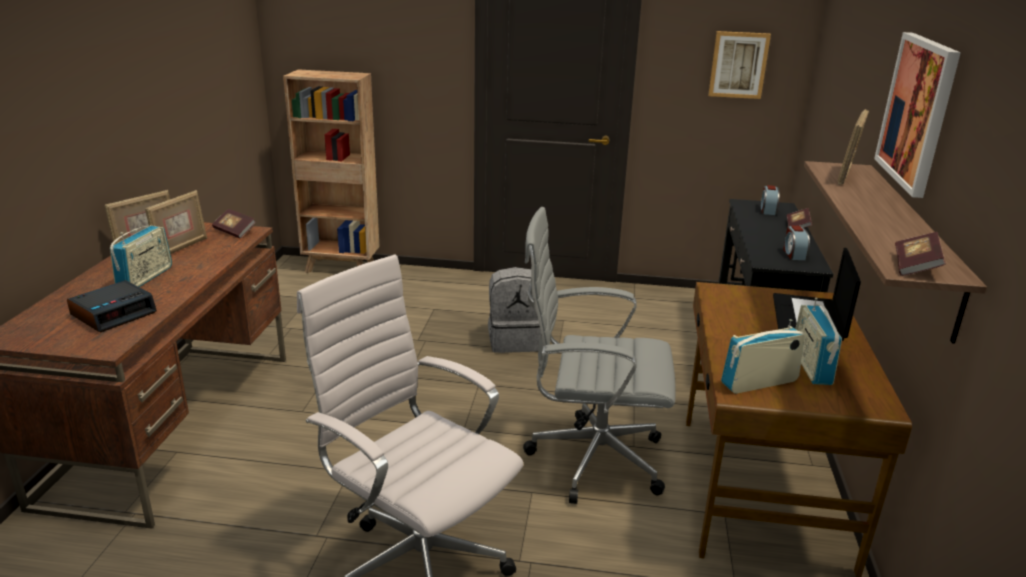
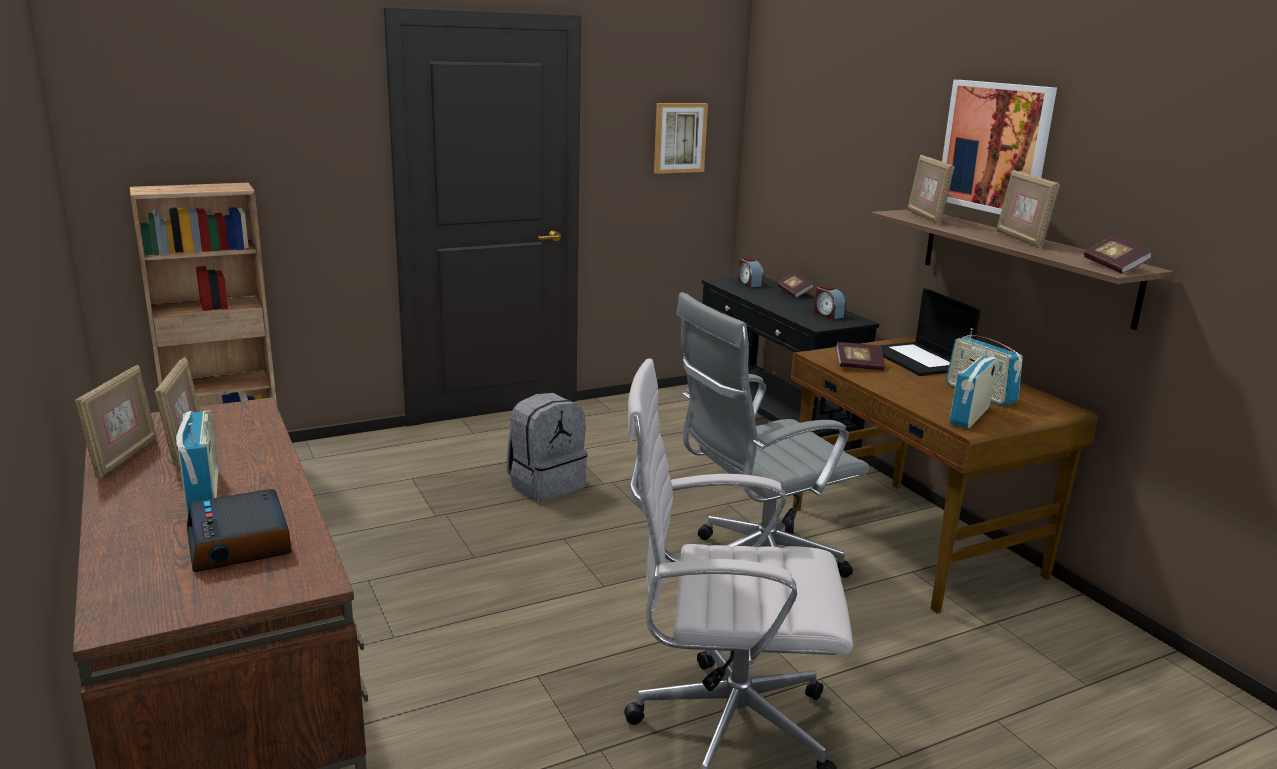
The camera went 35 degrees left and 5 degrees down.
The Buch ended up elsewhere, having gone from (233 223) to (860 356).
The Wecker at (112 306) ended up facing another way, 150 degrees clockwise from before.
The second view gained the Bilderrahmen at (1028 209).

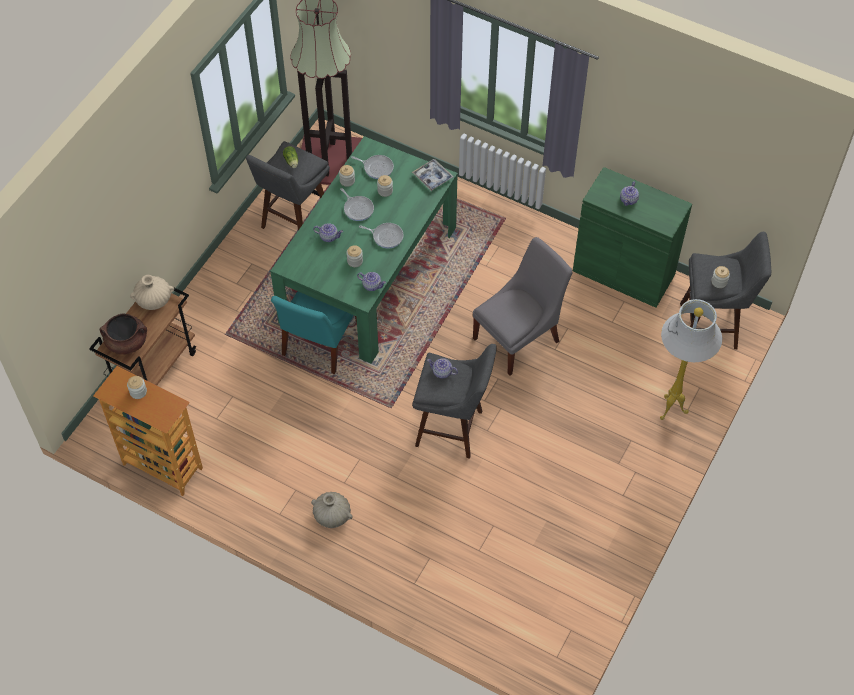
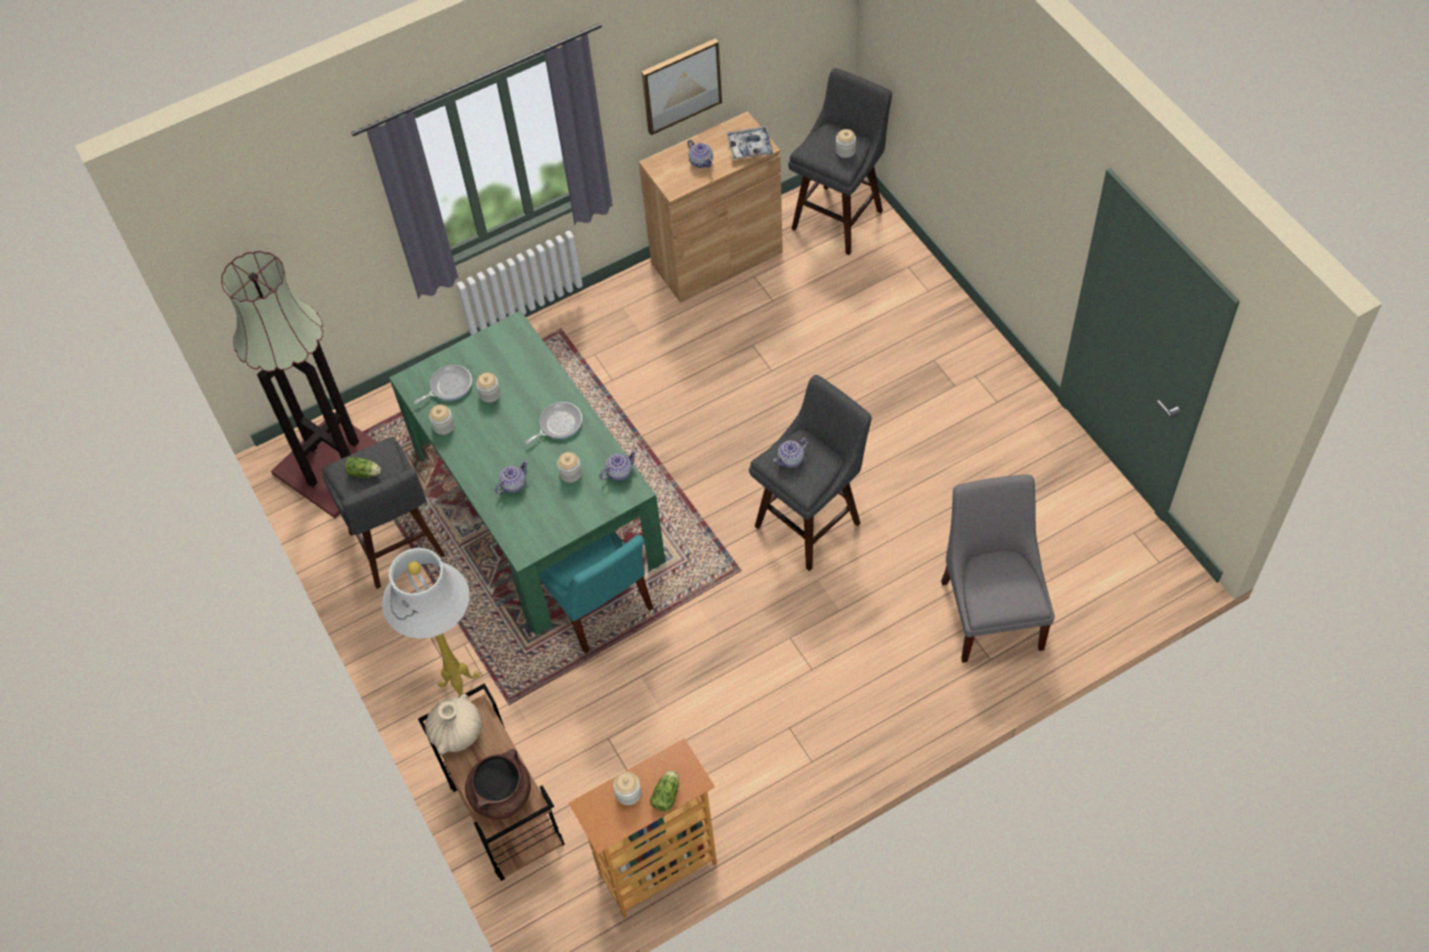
The camera went 55 degrees left and 0 degrees up.
The Tablett ended up elsewhere, having gone from (432 175) to (750 143).
What was the Schrank [grün] at (632 237) turned into the Schrank [braun] at (711 207).
The second view lost the Pfanne at (357 204).
The Stuhl [grau] ended up elsewhere, having gone from (522 306) to (998 568).
The Stehlampe [weiß] ended up elsewhere, having gone from (691 359) to (431 622).
The second view lost the Vase [beige] at (332 510).
The second view gained the Bild at (681 86).
The second view gained the Salatkopf at (664 790).

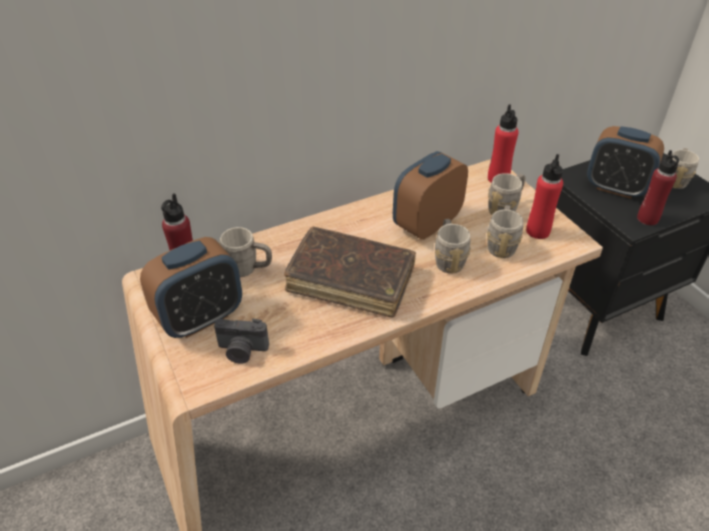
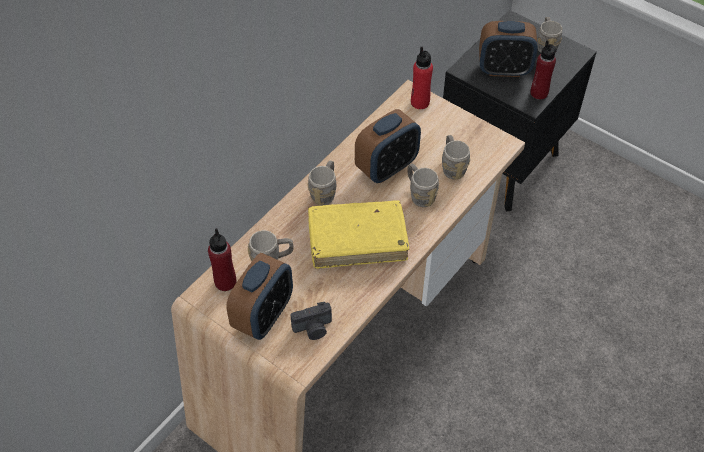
The camera went 25 degrees left and 10 degrees up.
The Wecker at (430 195) ended up facing another way, 150 degrees counterclockwise from before.
The second view lost the Flasche [rot] at (544 196).
The Henkelbecher [grau] ended up elsewhere, having gone from (506 194) to (321 182).
What was the Buch [braun] at (350 272) turned into the Buch [gelb] at (358 234).

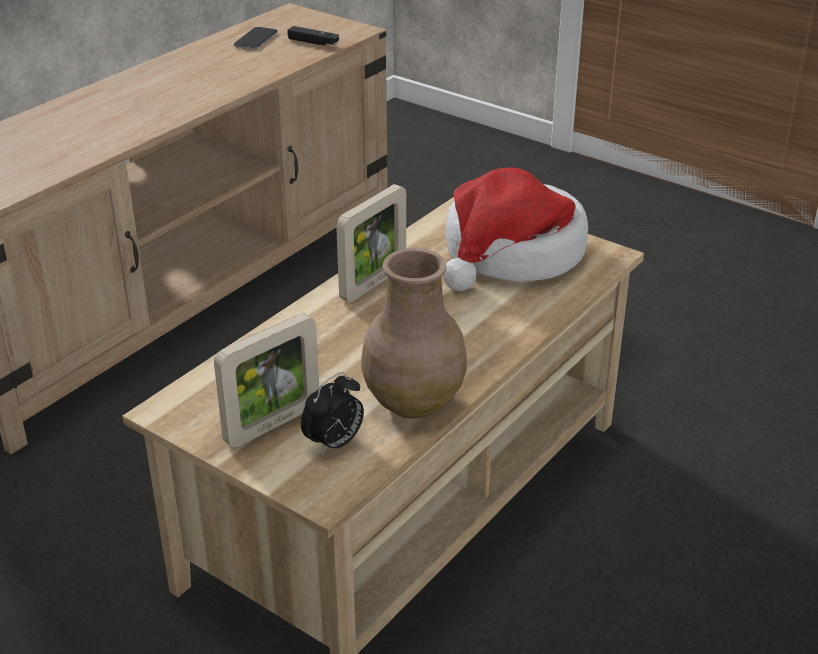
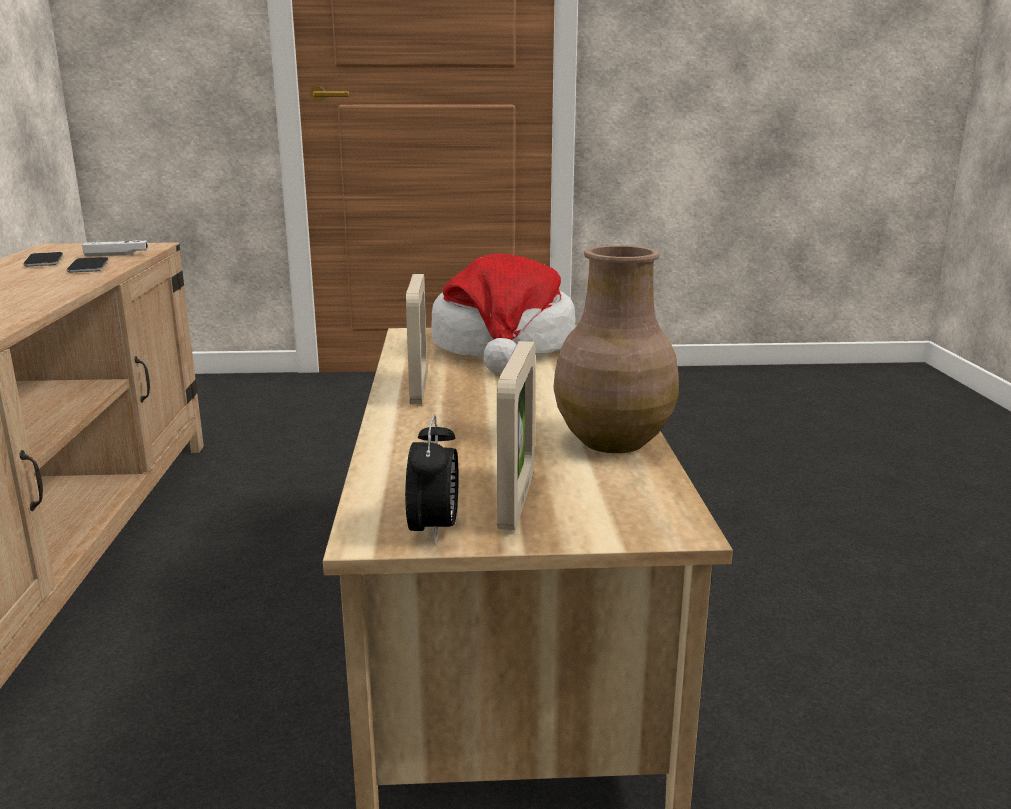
The camera went 40 degrees left and 15 degrees down.
What was the Gamepad [schwarz] at (313 36) turned into the Gamepad [weiß] at (115 248).
The Wecker ended up elsewhere, having gone from (332 413) to (431 479).
The second view gained the Handy at (88 264).

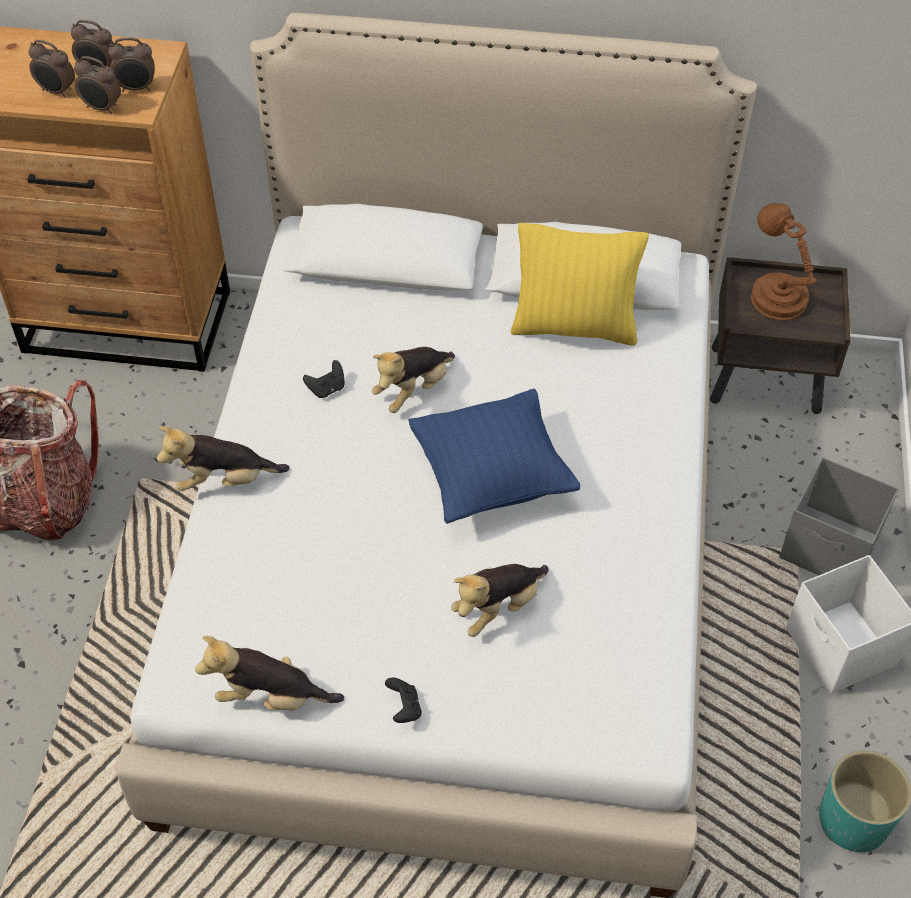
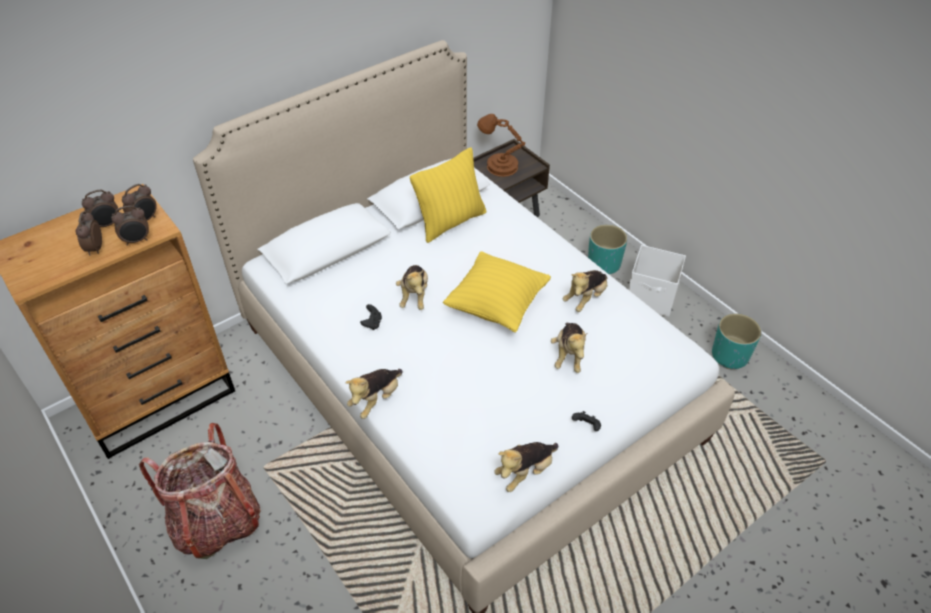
The camera went 45 degrees left and 5 degrees down.
The Wecker at (51 69) ended up facing another way, 105 degrees clockwise from before.
What was the Kissen [blau] at (494 456) turned into the Kissen [gelb] at (497 291).
Where the Aufbewahrungsbox [grau] stood at (839 516), the Pflanzkübel [türkis] came to stand at (608 249).
The second view gained the Plüschtier at (584 291).

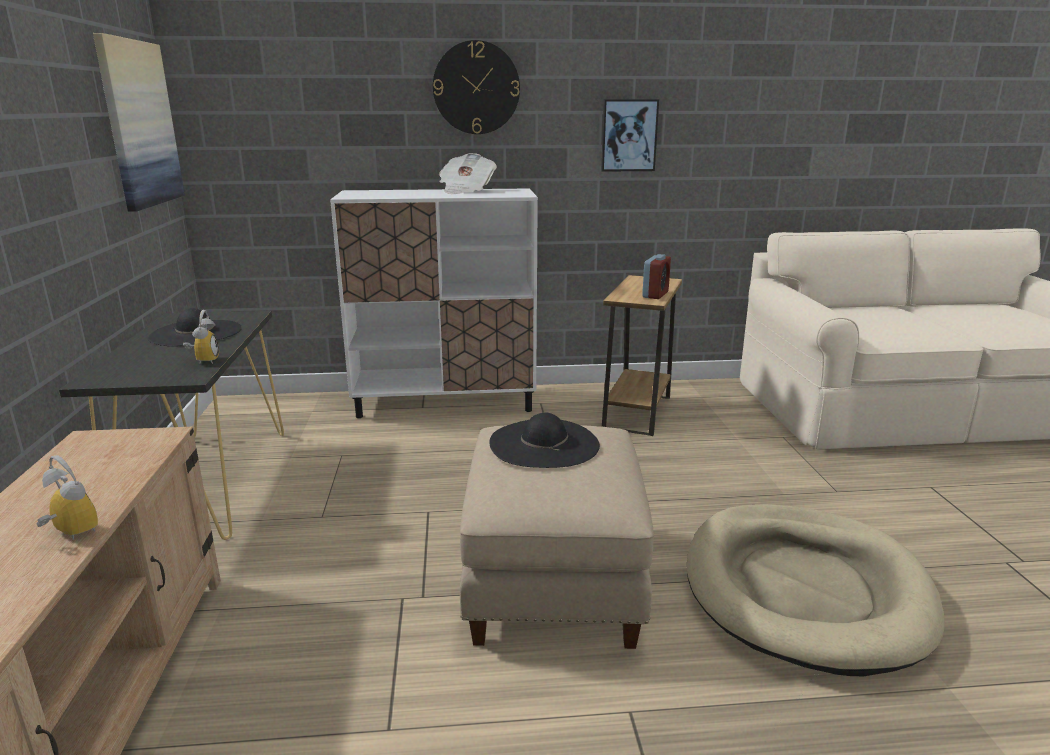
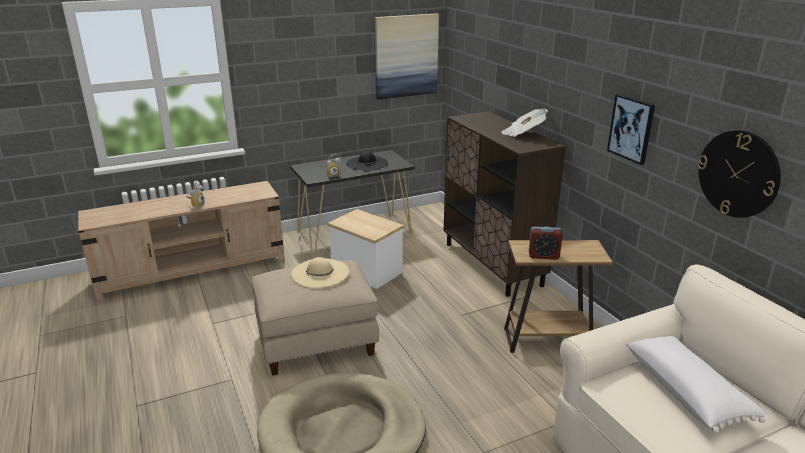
The camera went 70 degrees right and 5 degrees up.
The Wanduhr ended up elsewhere, having gone from (476 87) to (739 174).
What was the Schrank [weiß] at (434 303) turned into the Schrank [braun] at (505 204).
What was the Hut [schwarz] at (544 440) turned into the Hut [beige] at (320 272).
The second view gained the Beistelltisch at (365 249).
The second view gained the Kissen [weiß] at (696 384).

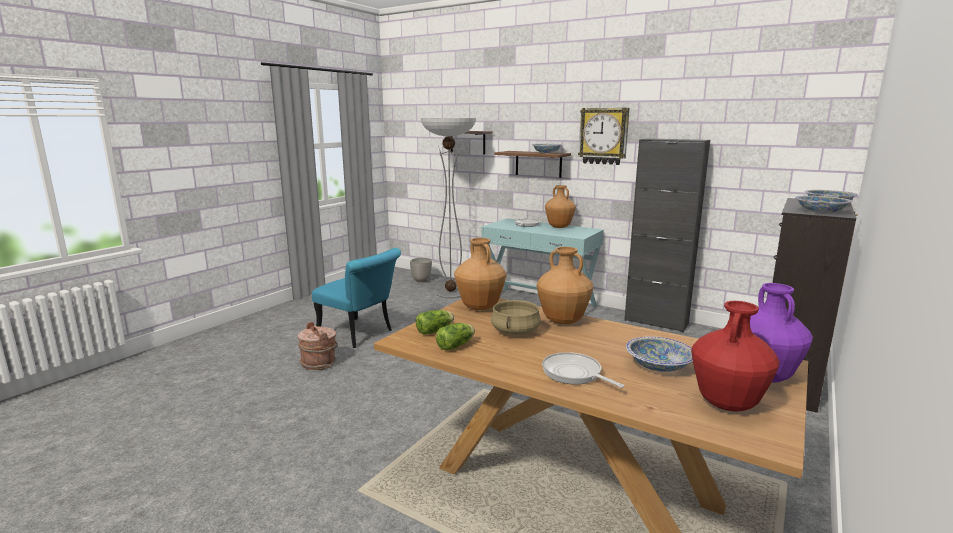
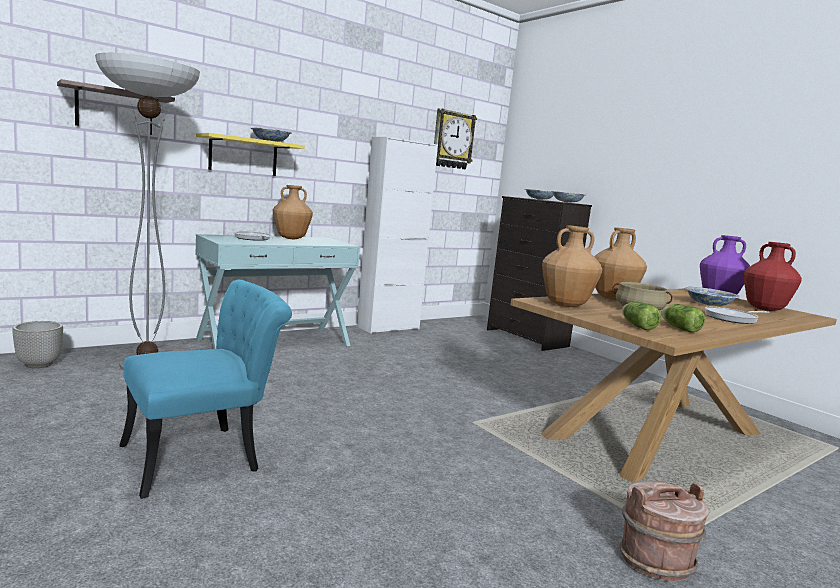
The camera went 70 degrees left and 5 degrees down.
The Wanduhr ended up elsewhere, having gone from (603 136) to (455 138).
What was the Schrank [schwarz] at (667 235) turned into the Schrank [weiß] at (397 235).
What was the Wandregal [braun] at (533 164) turned into the Wandregal [gelb] at (250 154).
The Eimer [braun] ended up elsewhere, having gone from (318 346) to (664 531).

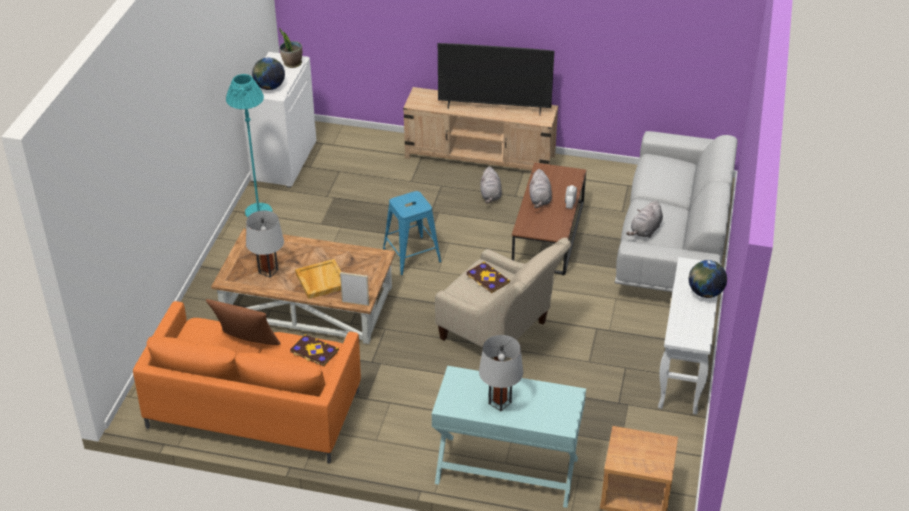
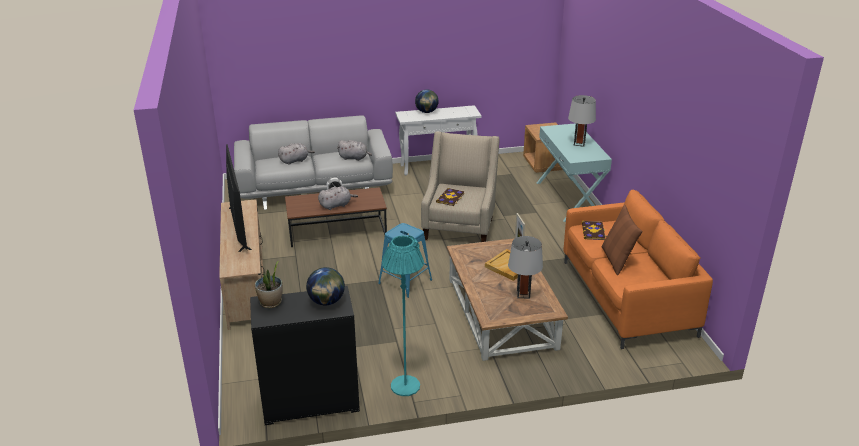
The camera went 115 degrees left and 10 degrees down.
What was the Schrank [weiß] at (279 120) turned into the Schrank [schwarz] at (305 355).
The Plüschtier [grau] ended up elsewhere, having gone from (491 185) to (296 154).

